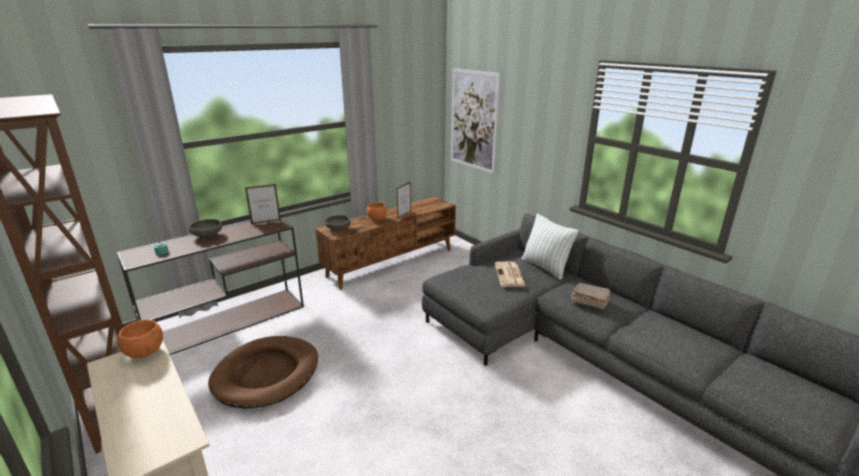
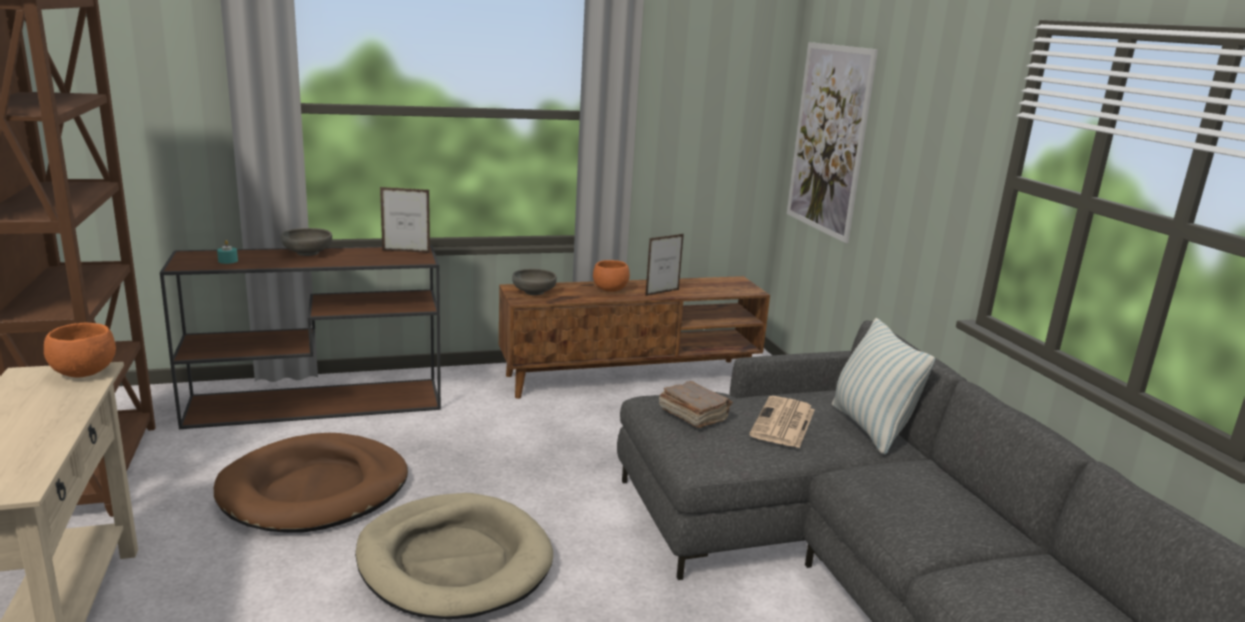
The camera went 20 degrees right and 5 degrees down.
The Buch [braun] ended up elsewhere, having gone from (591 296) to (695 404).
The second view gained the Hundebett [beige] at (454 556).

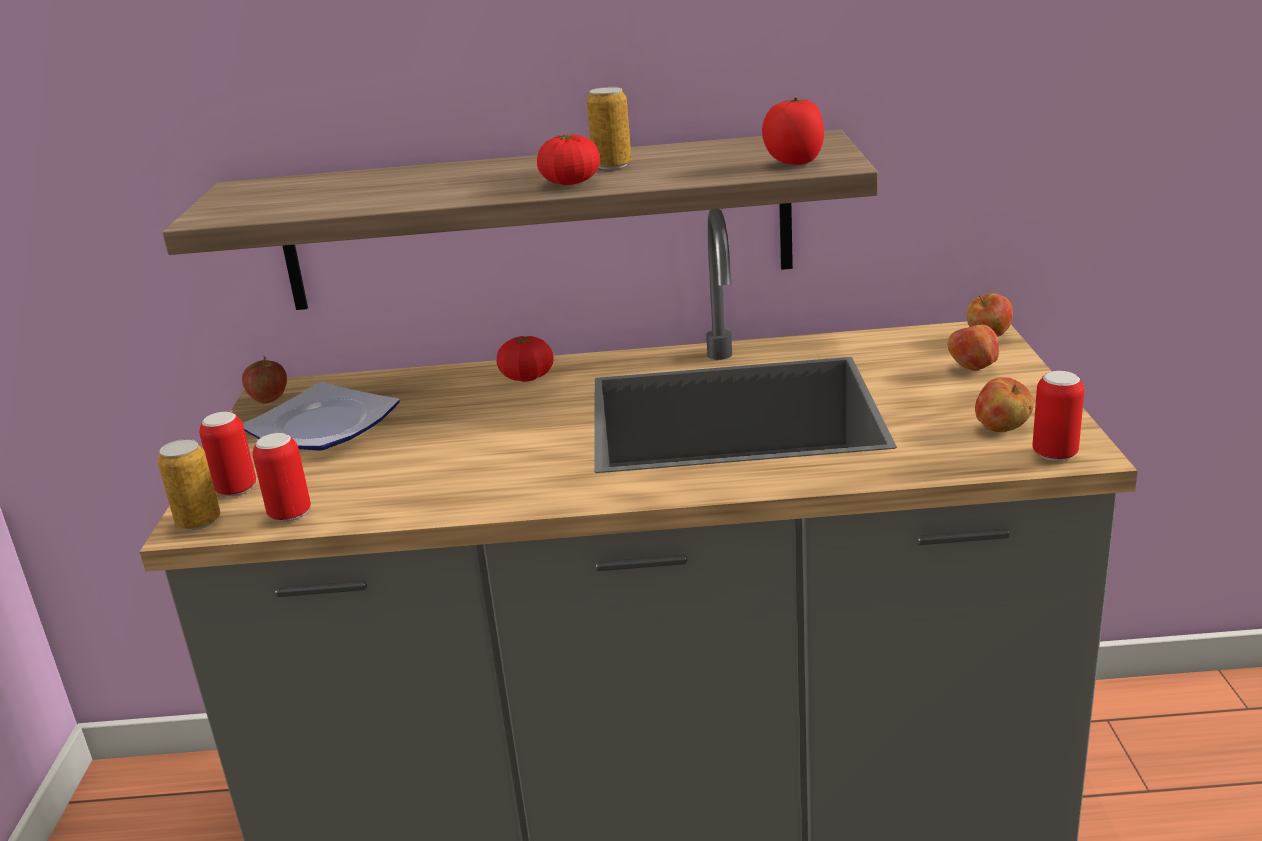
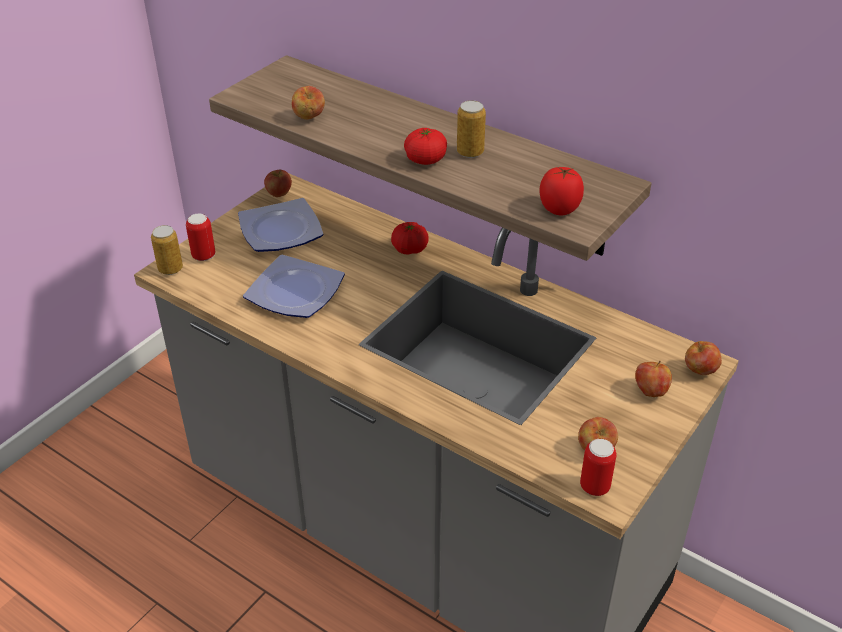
The camera went 35 degrees right and 15 degrees up.
The second view lost the Dose at (282 477).
The second view gained the Apfel at (308 103).
The second view gained the Teller at (294 286).

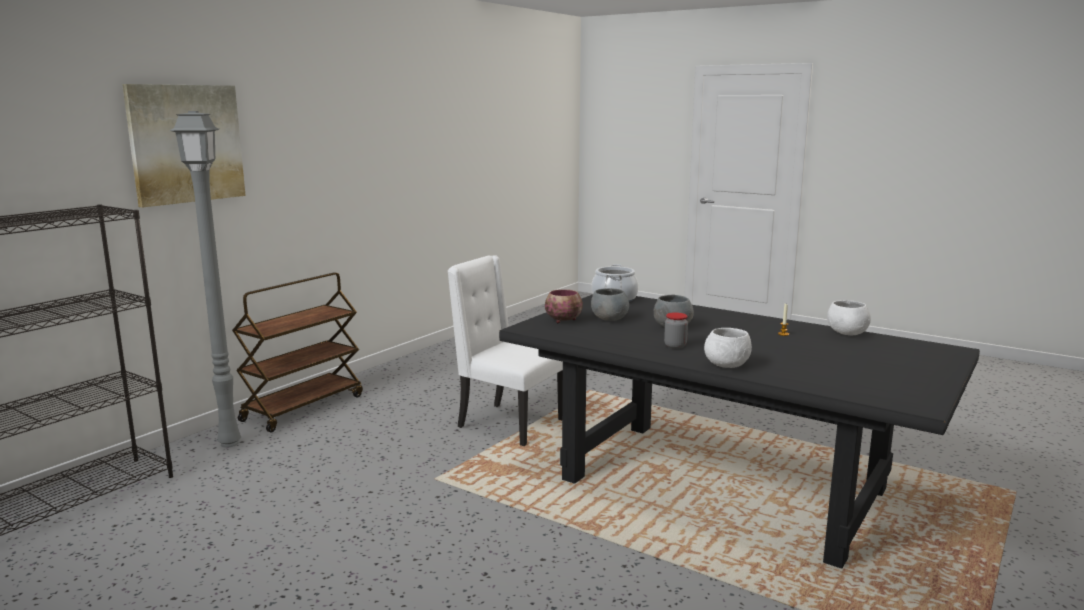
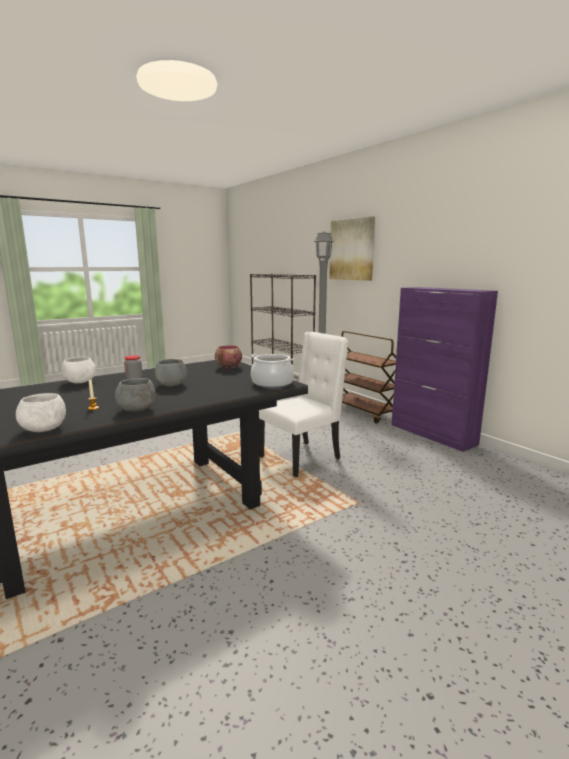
The camera went 110 degrees right and 0 degrees up.
The Schüssel [grau] ended up elsewhere, having gone from (610 304) to (135 395).
The second view gained the Schrank [lila] at (445 369).

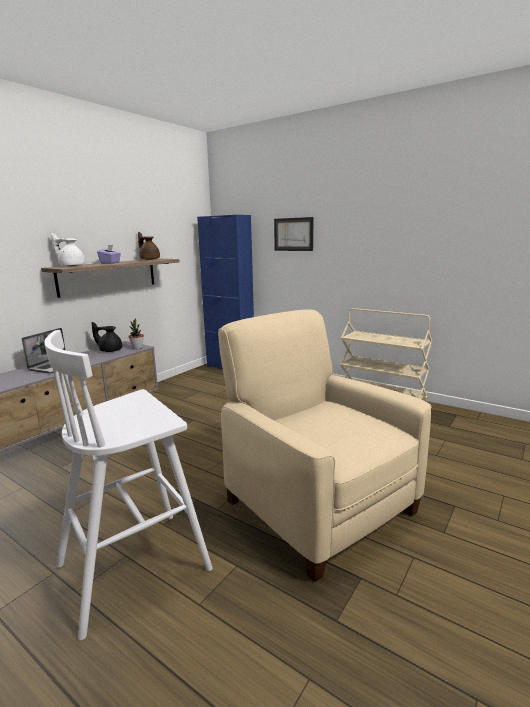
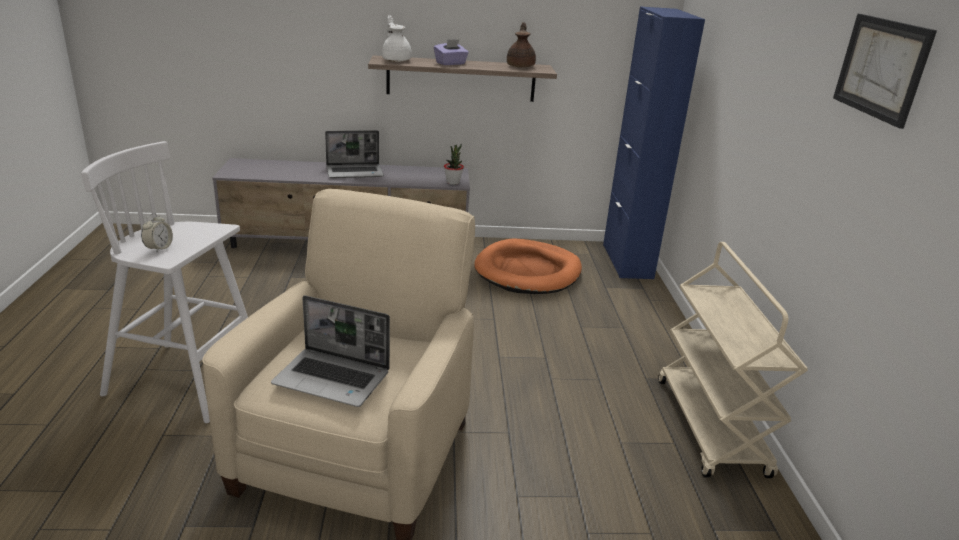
The camera went 50 degrees right and 10 degrees up.
The Bild ended up elsewhere, having gone from (294 234) to (885 71).
The second view lost the Teekanne [schwarz] at (106 337).
The second view gained the Wecker at (157 232).
The second view gained the Hundebett [orange] at (528 266).
The second view gained the Laptop at (330 351).

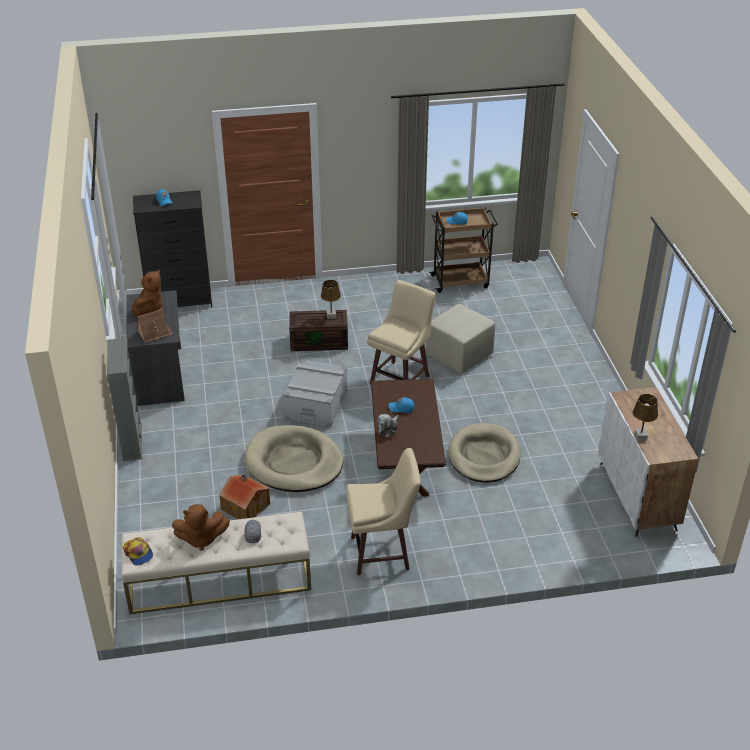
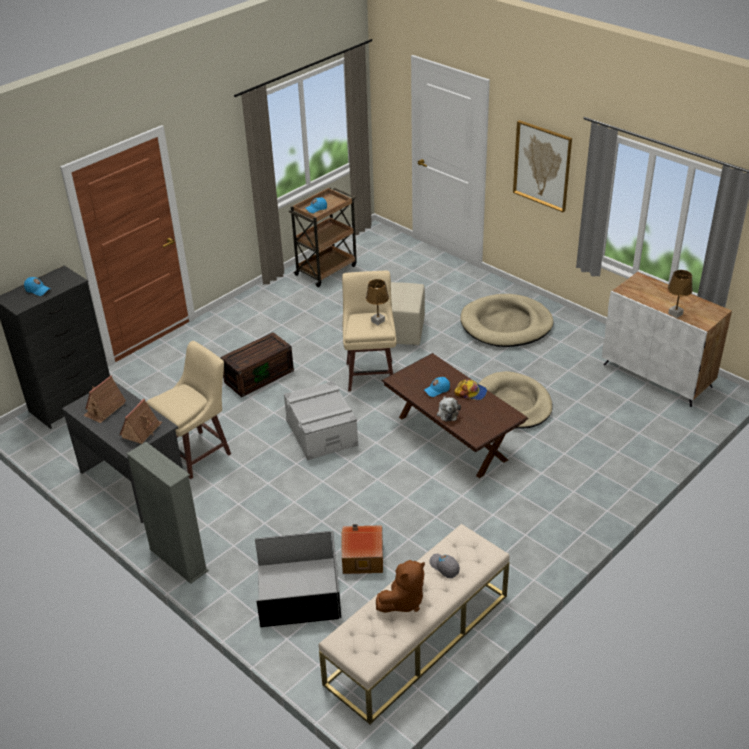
The camera went 35 degrees left and 0 degrees up.
Where the Plüschtier [braun] stood at (147 293), the Spielzeughaus came to stand at (104 399).
The Tischlampe [braun] ended up elsewhere, having gone from (331 299) to (377 302).
The Hundebett [beige] ended up elsewhere, having gone from (294 458) to (507 320).
The Hocker [beige] ended up elsewhere, having gone from (383 511) to (188 410).
The Kappe ended up elsewhere, having gone from (138 551) to (470 389).
The second view gained the Bild at (542 166).
The second view gained the Aufbewahrungsbox [schwarz] at (298 579).

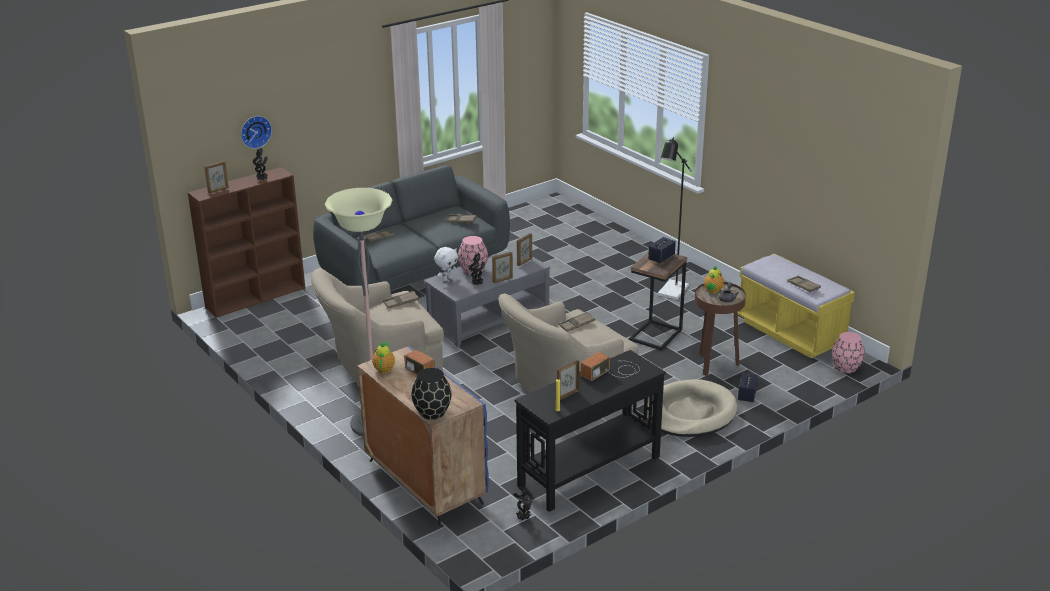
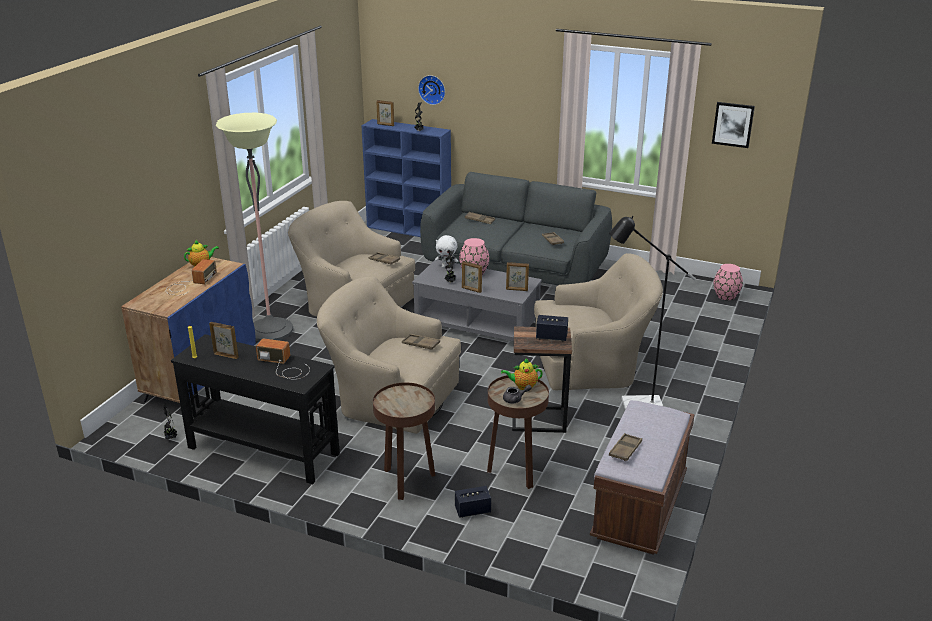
The camera went 60 degrees right and 0 degrees up.
What was the Bücherregal [braun] at (246 242) turned into the Bücherregal [blau] at (406 178).
What was the Bank [gelb] at (796 306) turned into the Bank [braun] at (642 477).
The Vase [rosa] ended up elsewhere, having gone from (848 352) to (728 282).
The second view lost the Vase [schwarz] at (431 394).
Where the Hundebett [beige] stood at (692 408), the Beistelltisch [braun] came to stand at (404 441).
The second view gained the Bild at (733 125).
The second view gained the Sessel [beige] at (598 321).

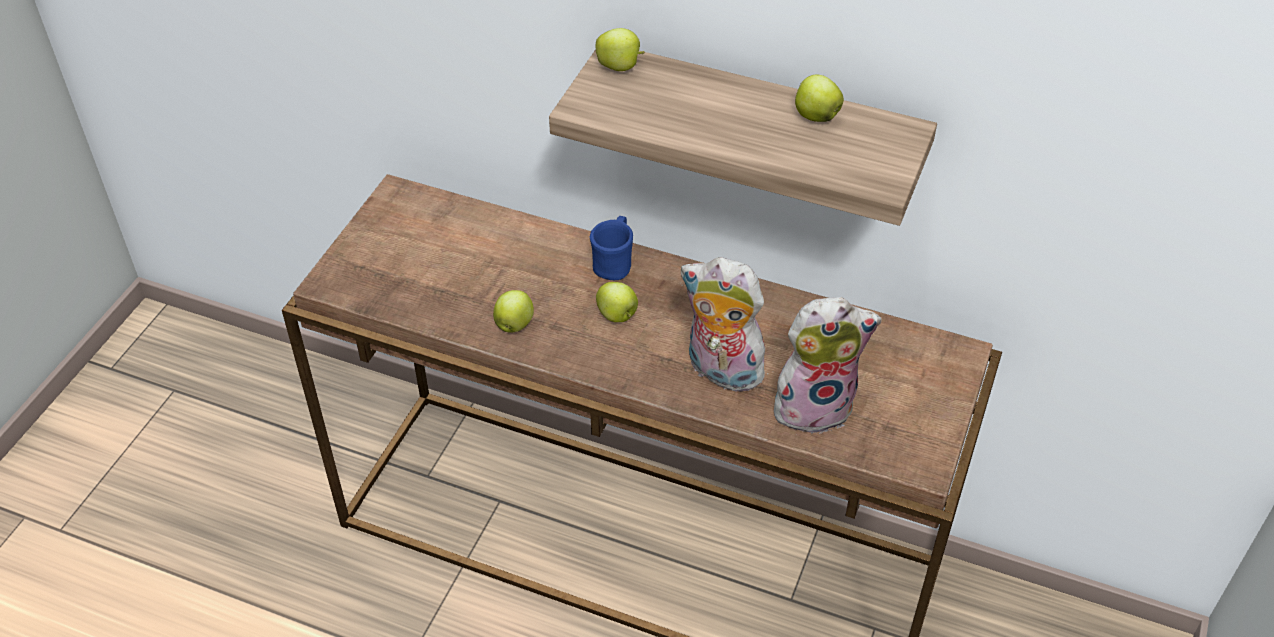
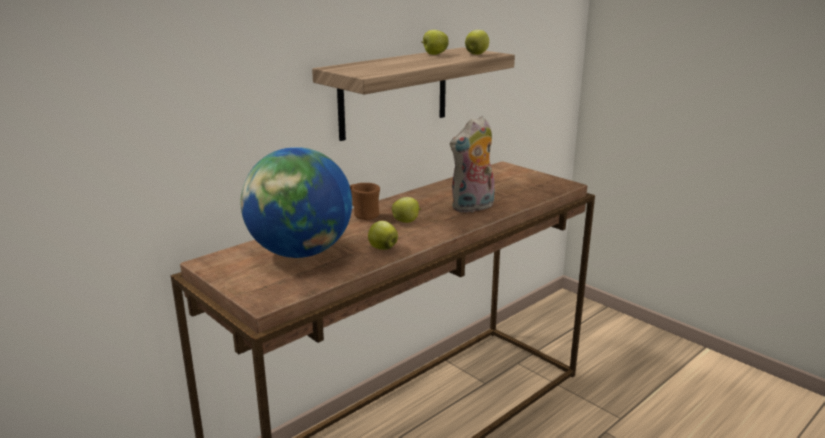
The camera went 65 degrees left and 25 degrees down.
The Apfel ended up elsewhere, having gone from (620 49) to (477 42).
What was the Henkelbecher [blau] at (611 248) turned into the Henkelbecher [braun] at (365 201).
The second view lost the Plüschtier at (828 365).
The second view gained the Globus at (296 202).

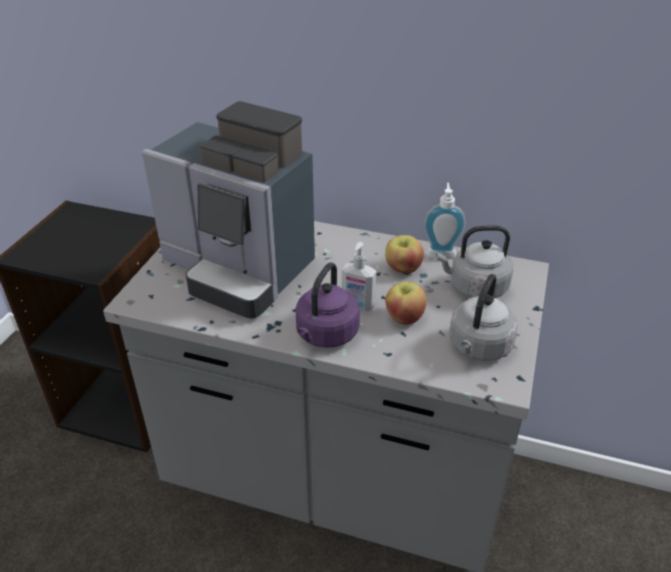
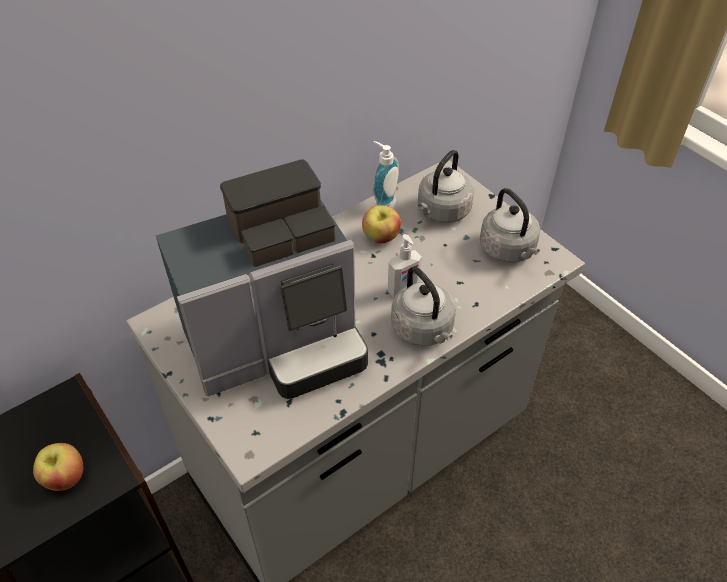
The camera went 55 degrees left and 10 degrees up.
What was the Wasserkessel [lila] at (328 305) turned into the Wasserkessel [grau] at (423 306).
The Apfel ended up elsewhere, having gone from (406 303) to (58 467).

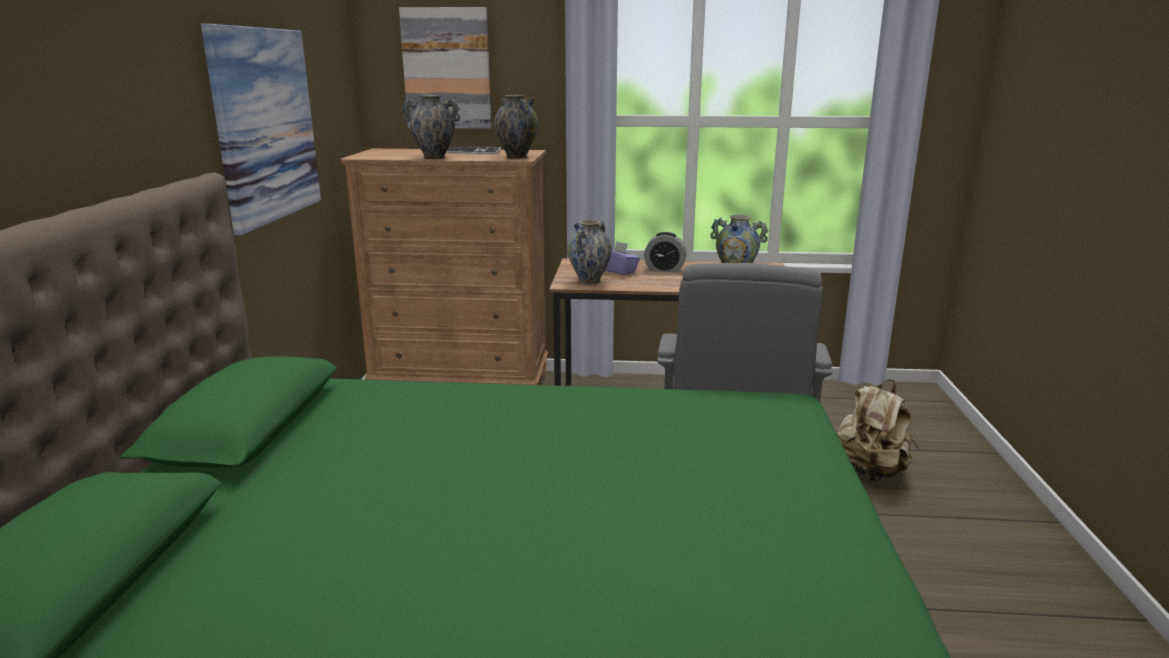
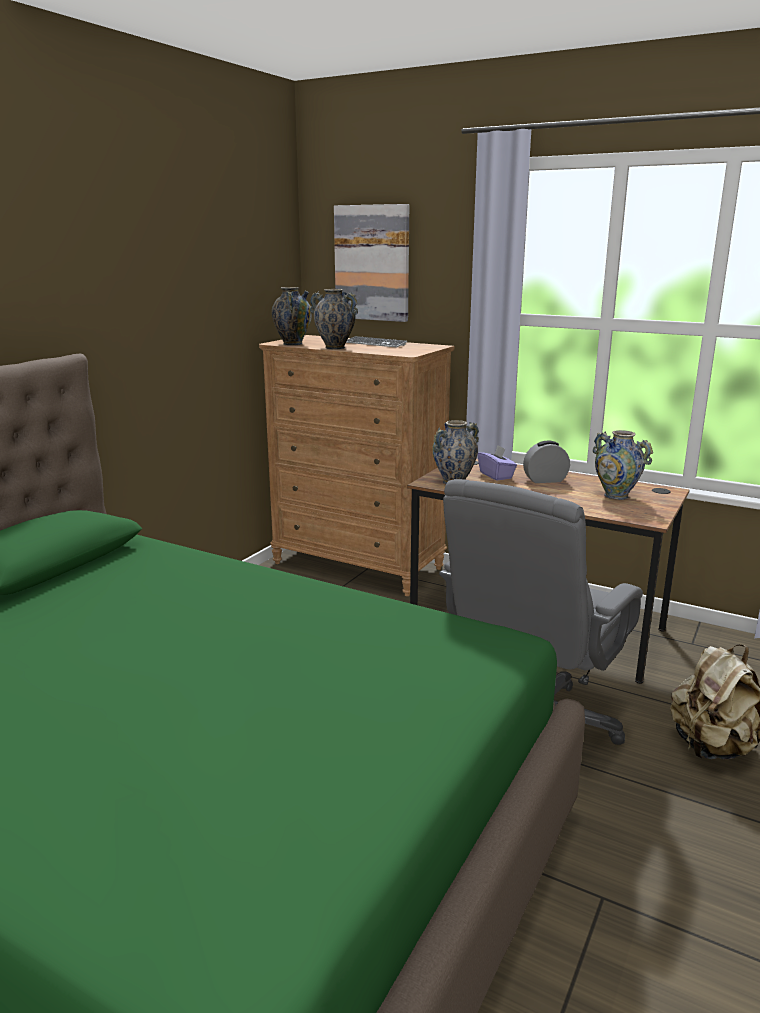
The camera went 25 degrees right and 0 degrees up.
The second view lost the Bild at (261 129).
The Vase ended up elsewhere, having gone from (516 127) to (292 316).
The Wecker at (665 252) ended up facing another way, 135 degrees clockwise from before.

